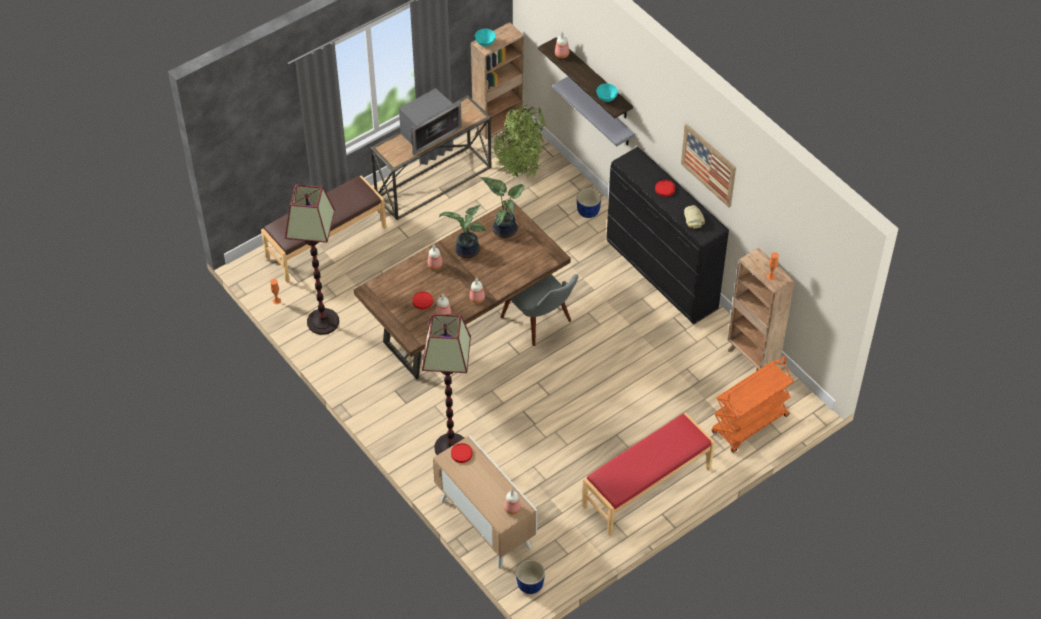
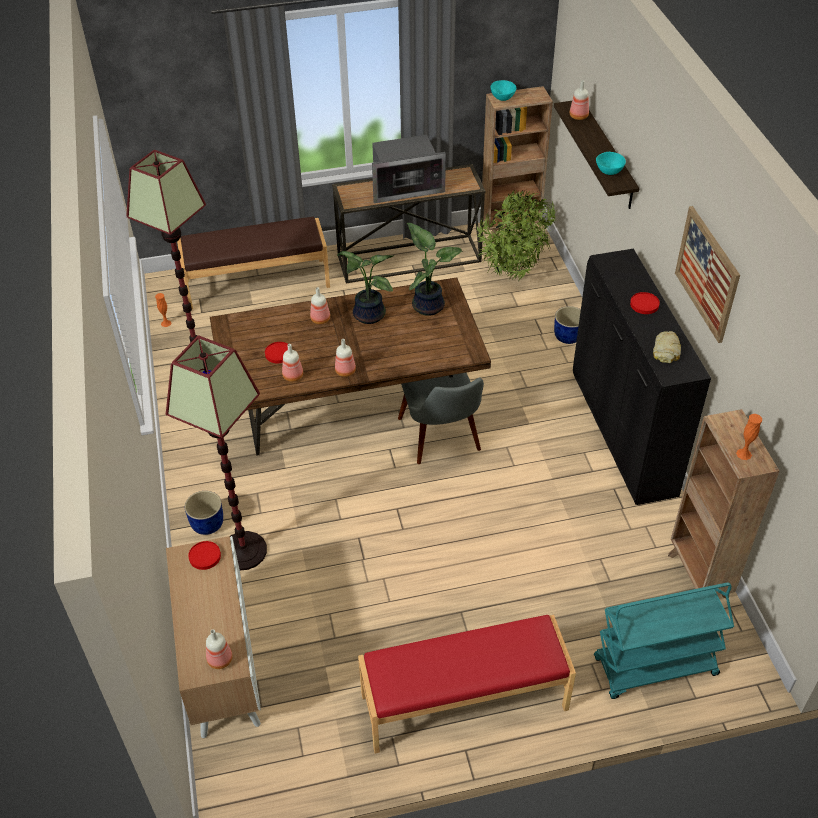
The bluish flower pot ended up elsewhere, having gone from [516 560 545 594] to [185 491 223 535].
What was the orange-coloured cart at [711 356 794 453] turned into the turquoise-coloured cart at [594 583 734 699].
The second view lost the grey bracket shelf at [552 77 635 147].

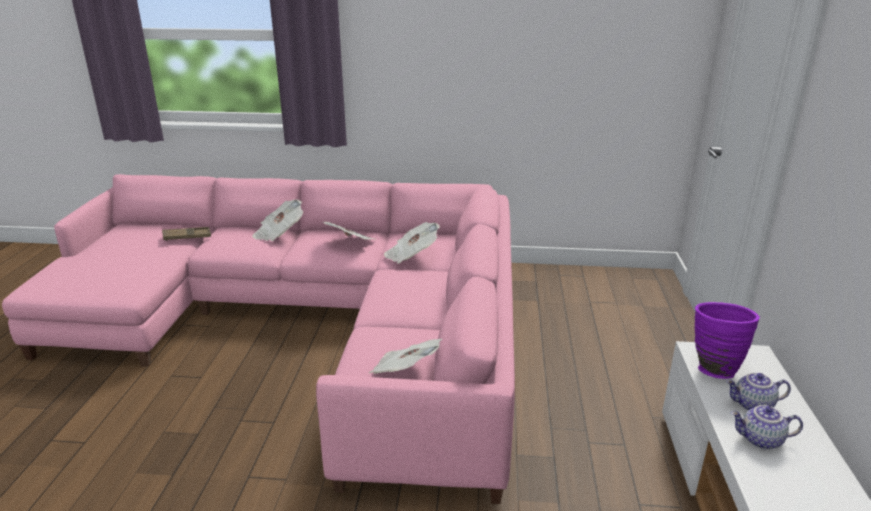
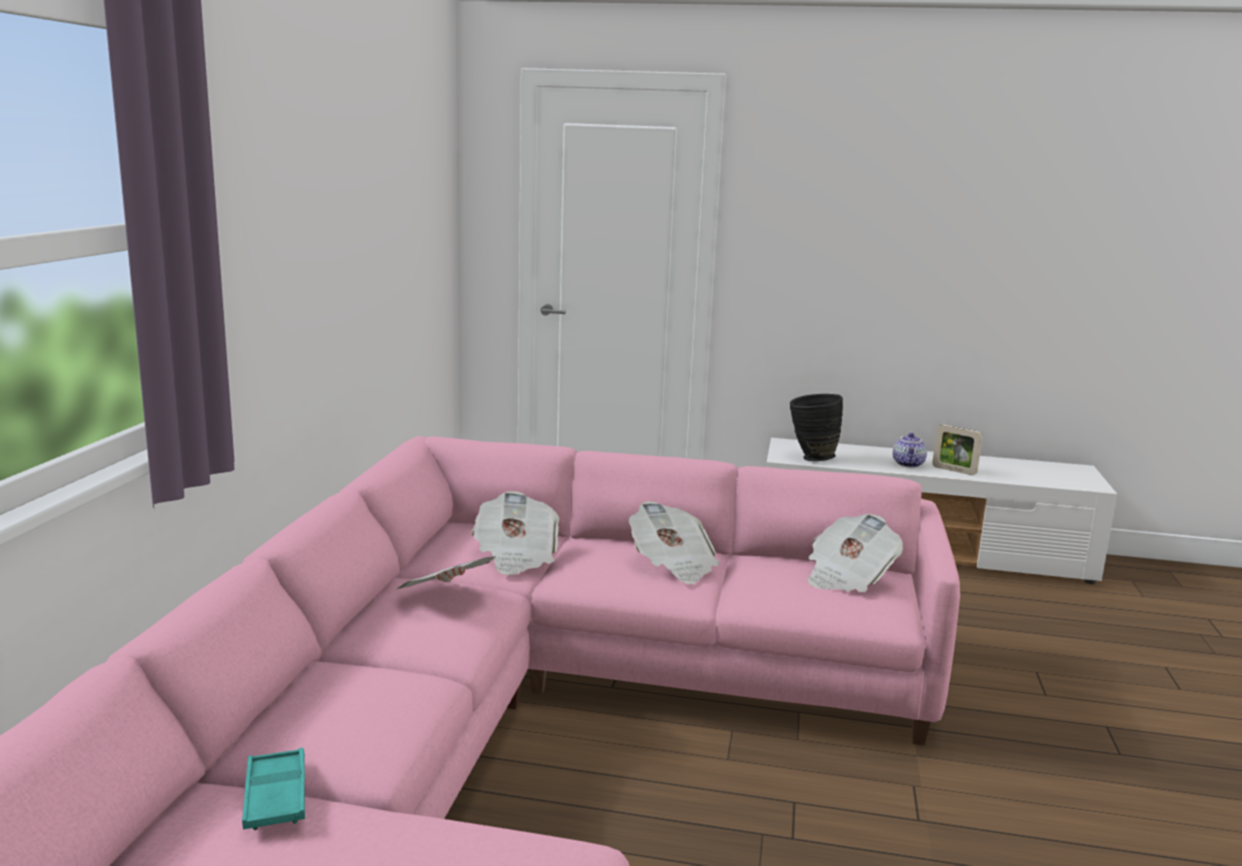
What was the brown tray at [162 227 211 241] turned into the turquoise-coloured tray at [242 748 305 830].
The newspaper ended up elsewhere, having gone from [252 199 303 241] to [629 501 720 585].
What was the purplish decorative vase at [695 302 760 379] turned into the blackish decorative vase at [790 394 843 462].
The second view gained the photo frame at [932 424 983 475].
The second view lost the tea pot at [726 373 791 411].

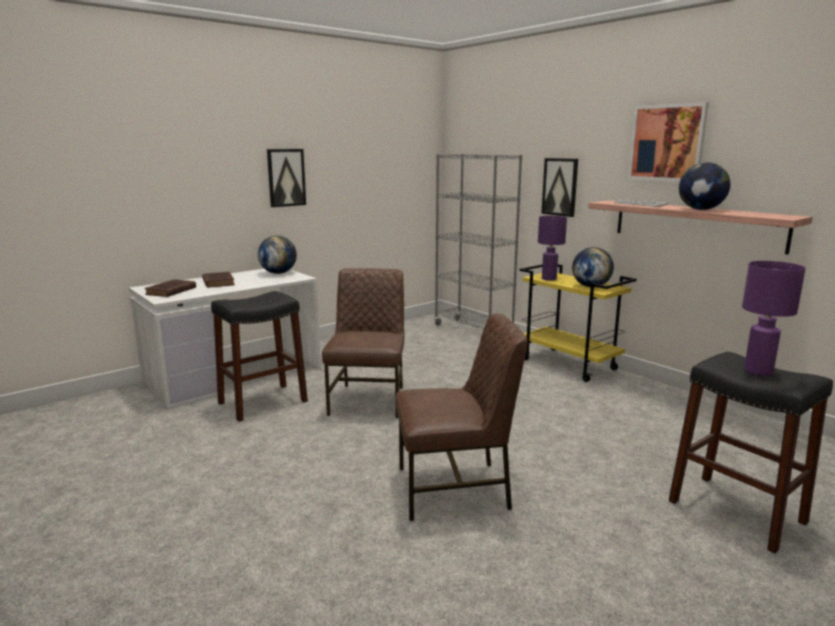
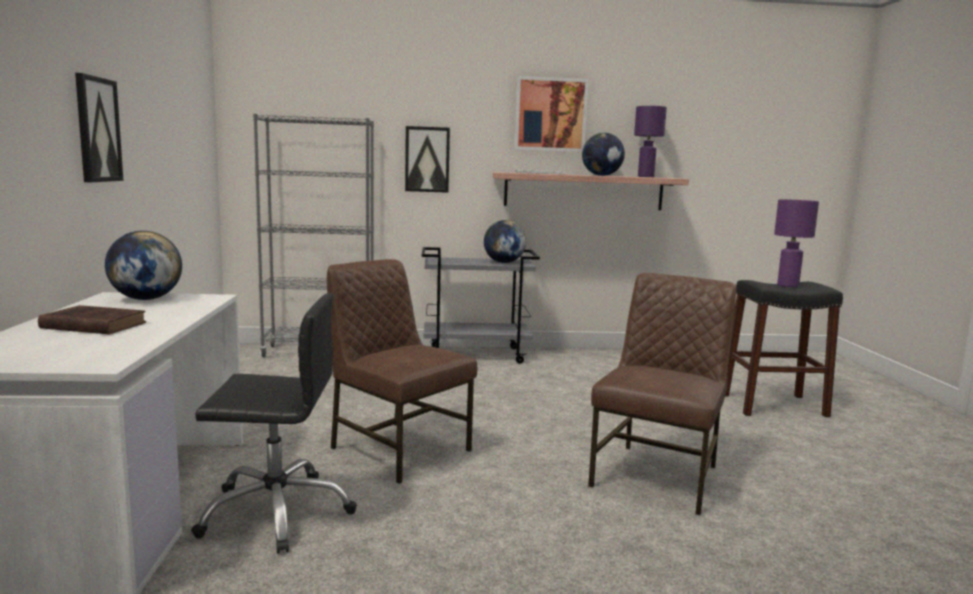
Where the blackish stool stood at [211 291 308 422], the blackish desk chair came to stand at [191 293 357 554].
What was the yellow-coloured cart at [519 264 637 382] turned into the grey cart at [422 247 540 364].
The purplish lamp for a table ended up elsewhere, having gone from [538 216 567 281] to [634 106 667 177].
The second view lost the brown book at [144 279 196 297].

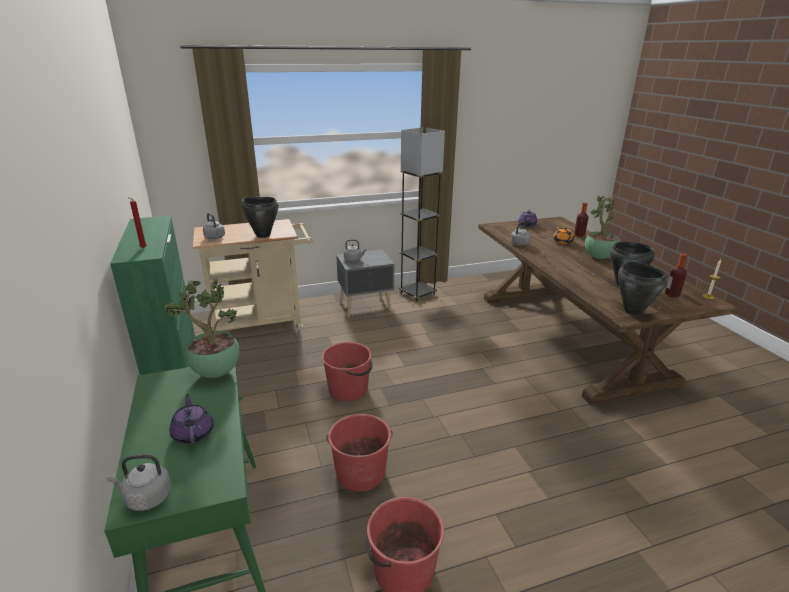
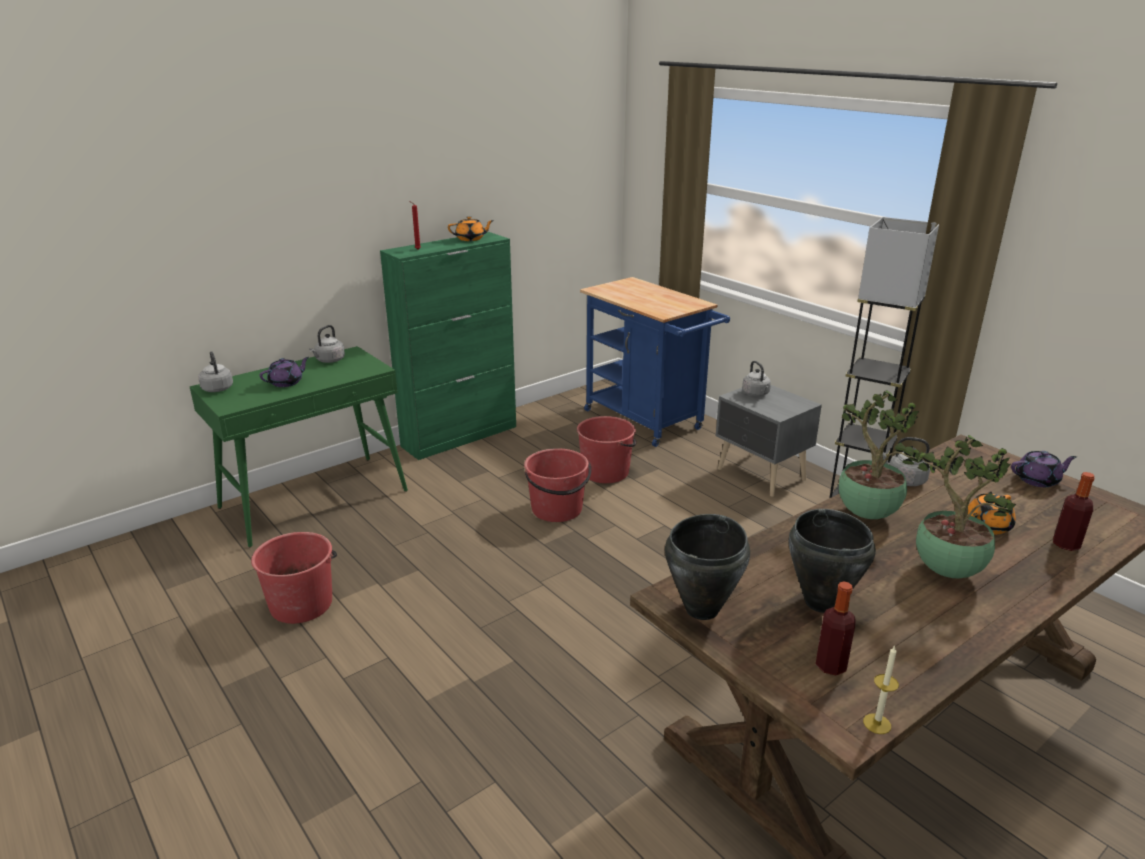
The grey tea kettle ended up elsewhere, having gone from [203 213 225 239] to [309 325 345 363].
The second view gained the orange-coloured tea pot at [448 216 494 241].
The red-coloured pail ended up elsewhere, having gone from [326 414 393 492] to [577 416 637 483].
What was the sand-coloured cart at [193 219 312 331] turned into the bluish cart at [580 277 730 447].
The potted plant ended up elsewhere, having gone from [164 279 239 378] to [839 390 921 519].
The second view lost the blackish cooking pot at [241 197 279 238].

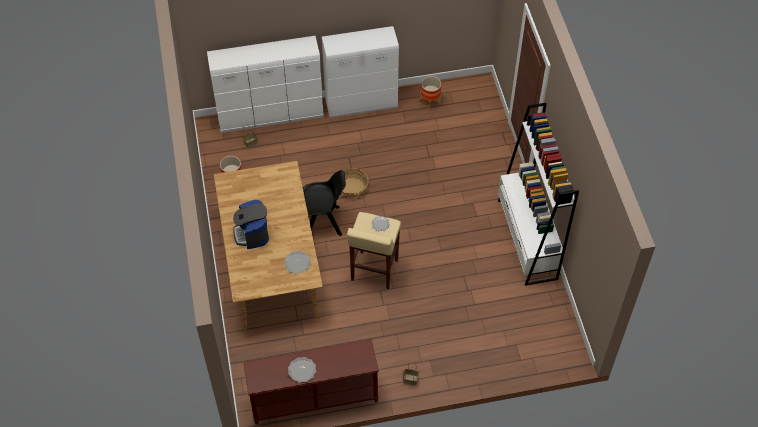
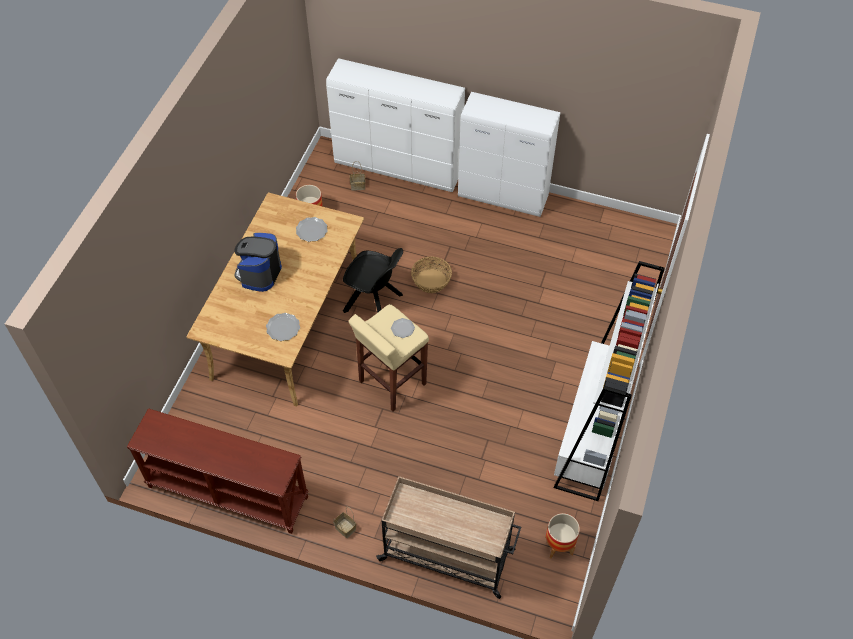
The plate ended up elsewhere, having gone from [288 357 316 383] to [296 217 328 242].
The second view gained the sand-coloured cart at [376 476 521 599].
The flower pot ended up elsewhere, having gone from [420 76 441 111] to [545 513 580 559].

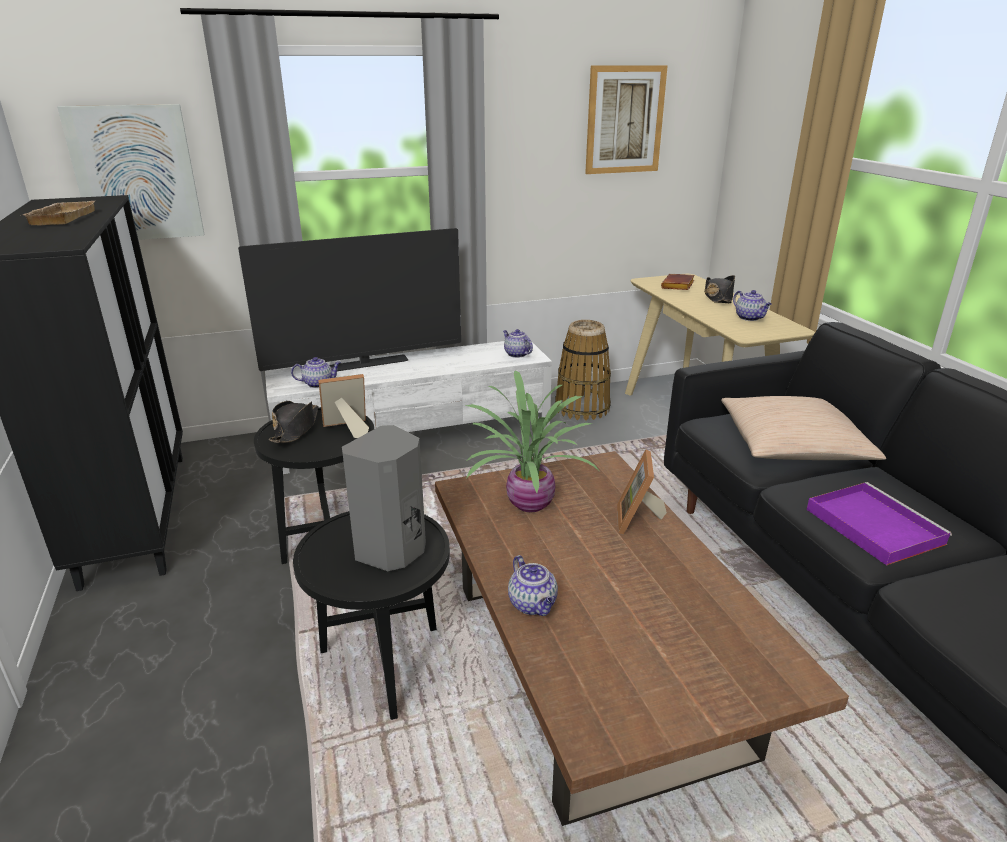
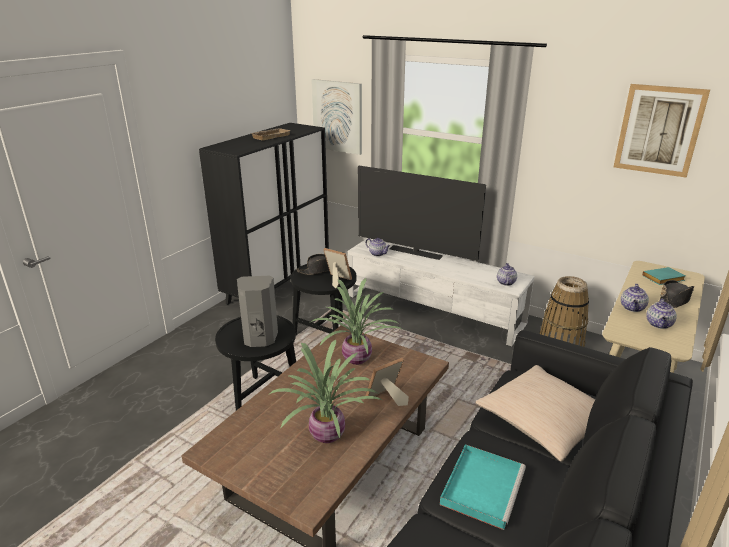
The second view gained the potted plant at [270 340 382 443].
What was the purplish tray at [807 482 952 565] turned into the turquoise-coloured tray at [440 444 526 530].
The tea pot ended up elsewhere, having gone from [508 555 558 616] to [621 284 649 312].
What was the brown book at [661 274 695 290] turned into the turquoise-coloured book at [642 267 686 285].

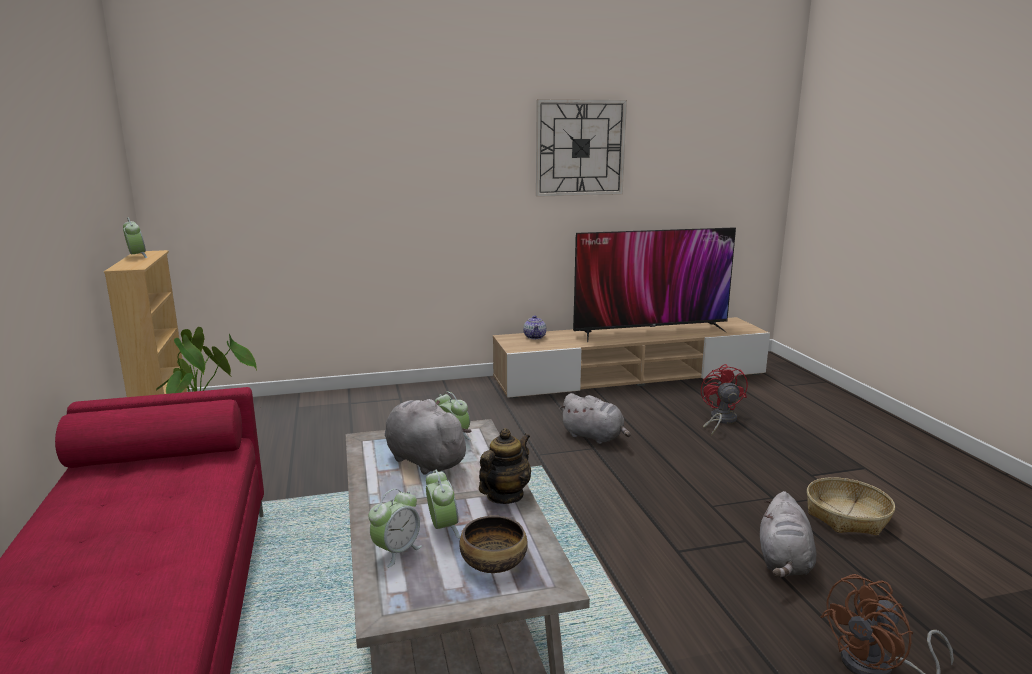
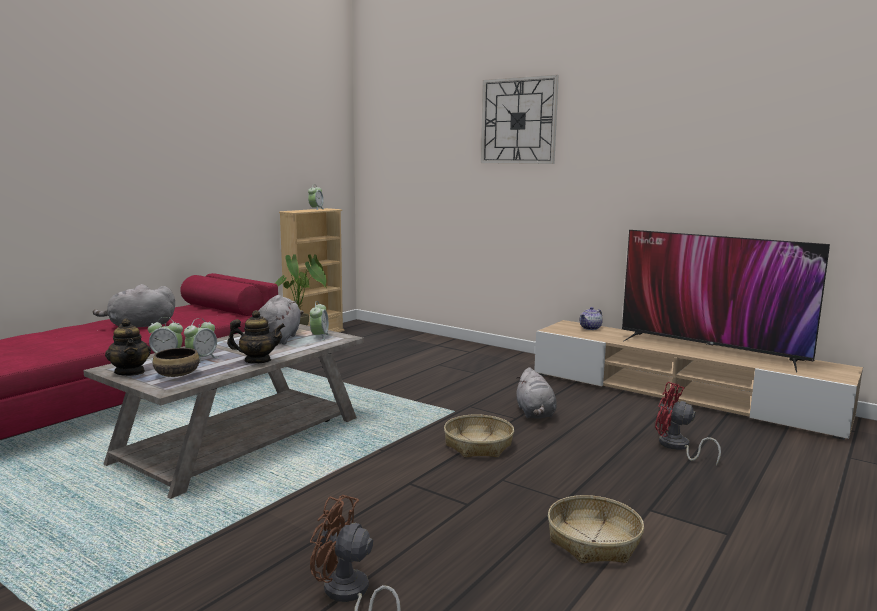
The grey cuddly toy ended up elsewhere, having gone from [760 491 816 578] to [93 284 175 328].
The second view gained the tea pot at [105 318 151 376].
The second view gained the household basket at [444 414 514 457].
The wall clock ended up elsewhere, having gone from [536 99 627 197] to [481 75 559 164].
The red-coloured cooling fan at [701 364 748 436] ended up facing another way, 105 degrees counterclockwise from before.

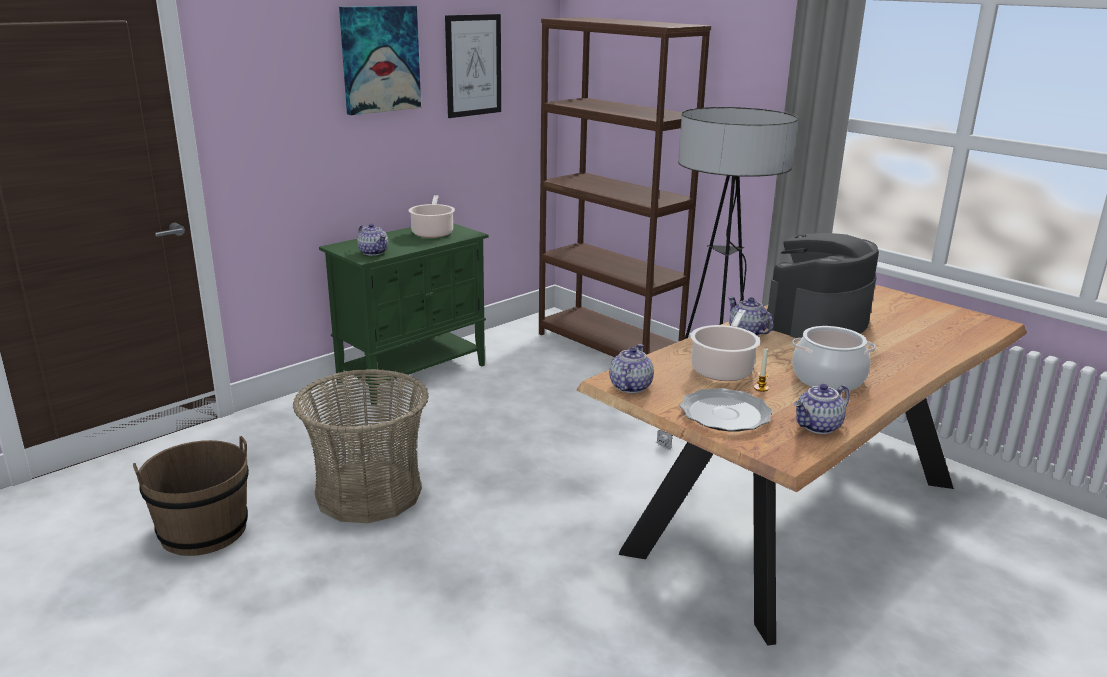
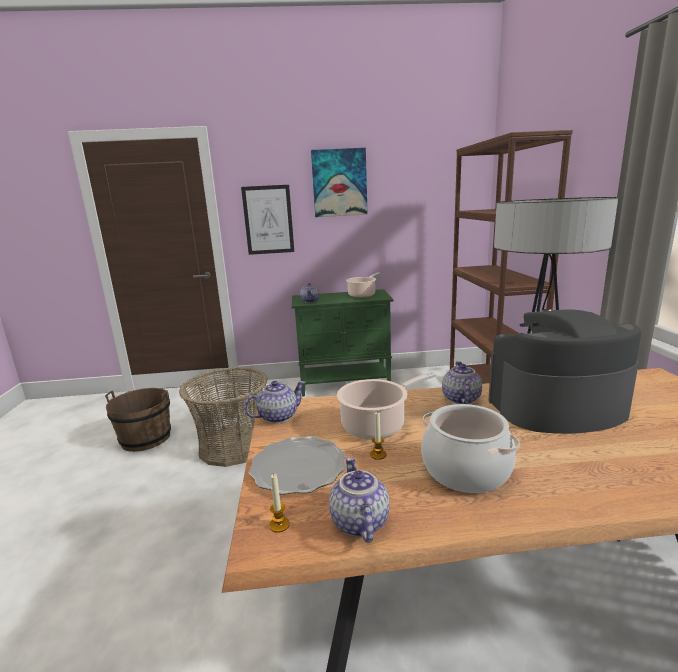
The wall art ended up elsewhere, having gone from [445 14 501 118] to [241 185 294 255].
The second view gained the wax light at [269 474 290 533].
The tea pot at [794 384 850 434] ended up facing another way, 75 degrees clockwise from before.

